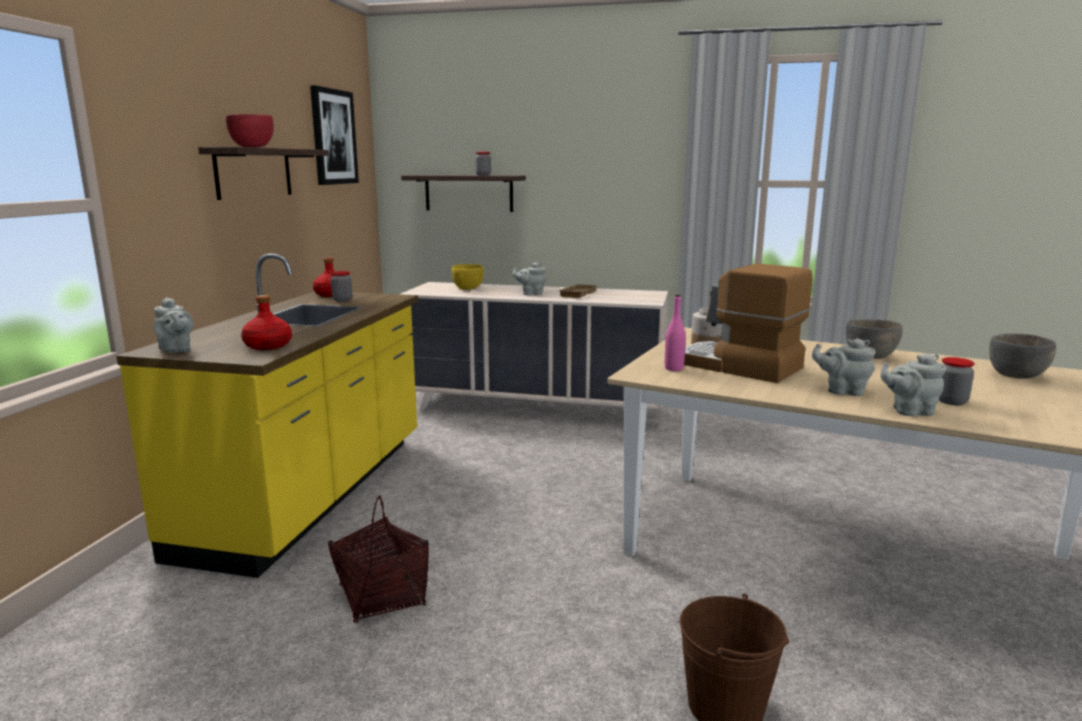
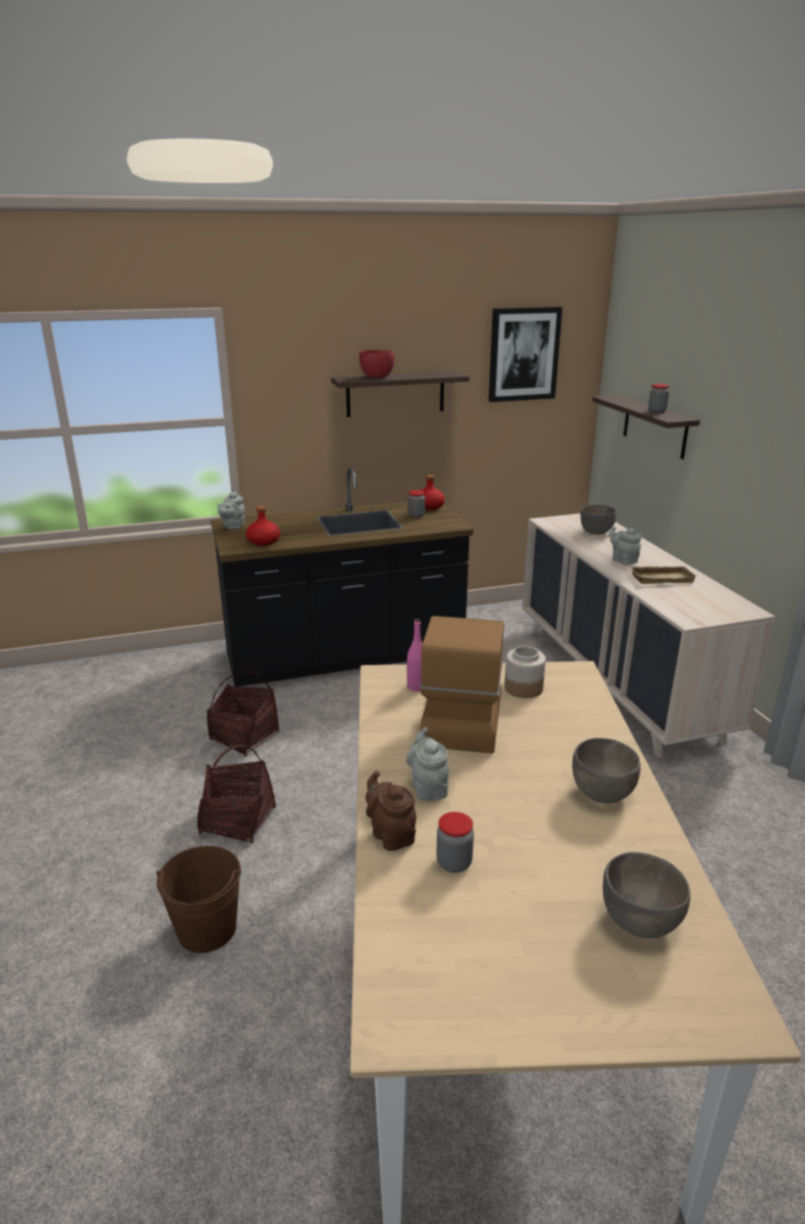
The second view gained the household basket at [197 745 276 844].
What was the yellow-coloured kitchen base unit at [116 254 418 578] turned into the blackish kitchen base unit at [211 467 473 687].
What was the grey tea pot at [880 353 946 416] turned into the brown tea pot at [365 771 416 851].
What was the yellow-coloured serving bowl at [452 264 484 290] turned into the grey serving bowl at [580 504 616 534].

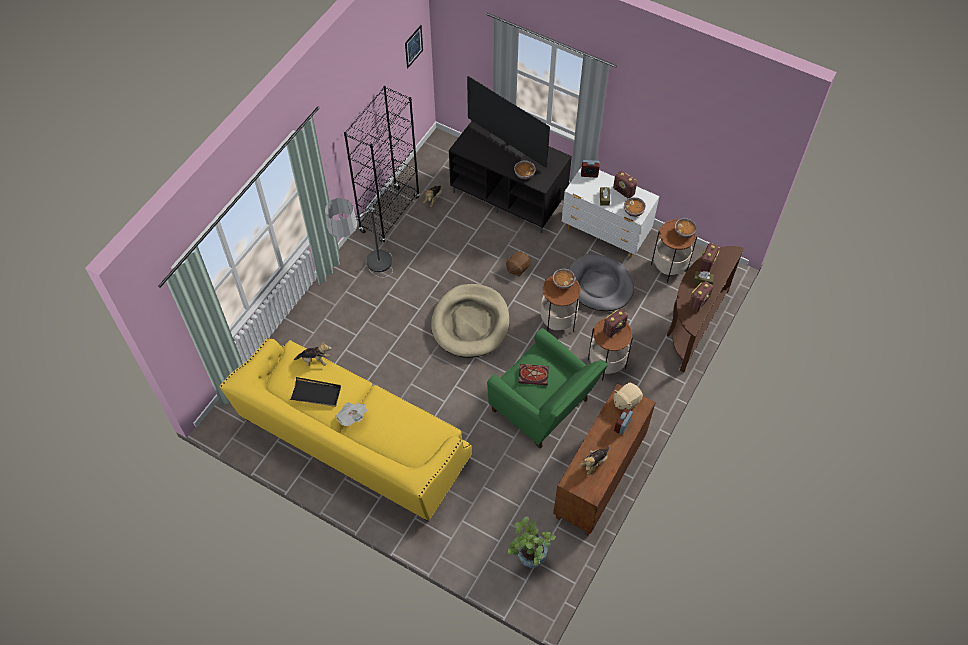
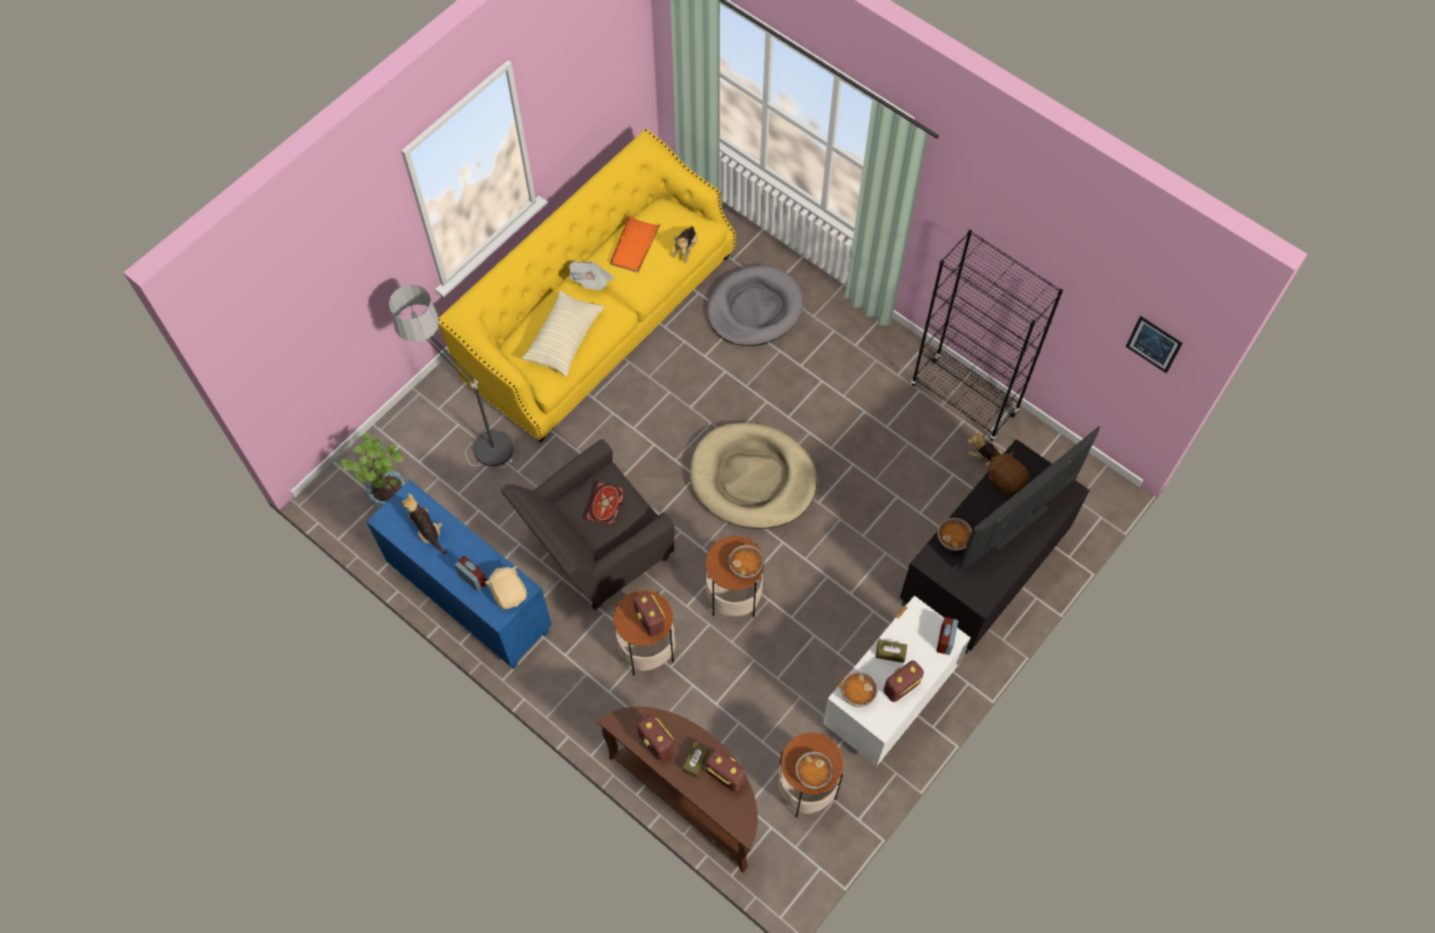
What was the brown cabinet at [553 383 656 536] turned into the bluish cabinet at [366 480 552 669].
The standard lamp ended up elsewhere, having gone from [325 198 393 278] to [389 285 513 467].
What was the greenish easy chair at [487 328 608 449] turned into the grey easy chair at [501 439 675 610].
The second view gained the sand-coloured cushion at [522 290 604 377].
What was the blackish tray at [290 377 341 407] turned into the orange-coloured tray at [610 215 661 273].
The grey pet bed ended up elsewhere, having gone from [568 254 634 311] to [707 265 803 346].
The brown cuddly toy ended up elsewhere, having gone from [506 251 530 277] to [988 451 1029 494].

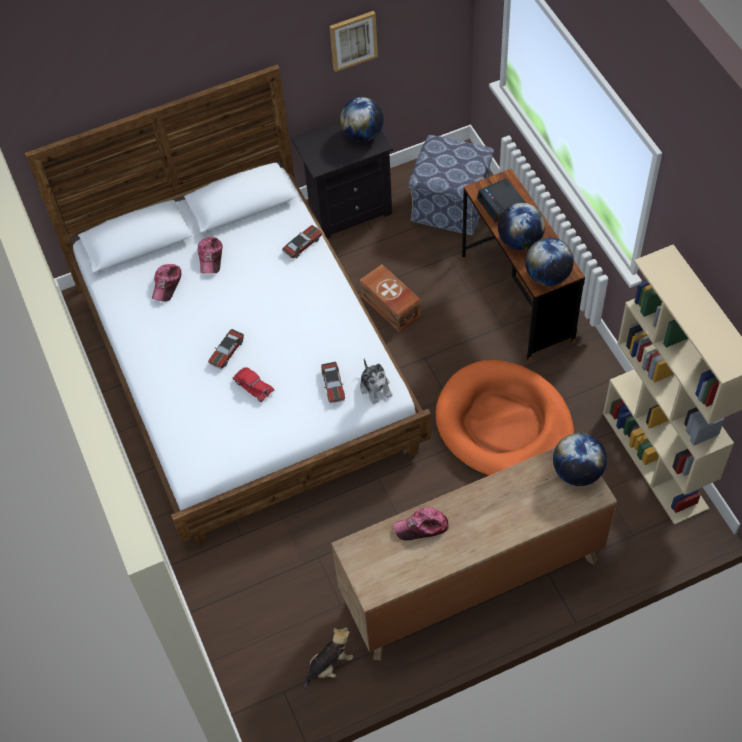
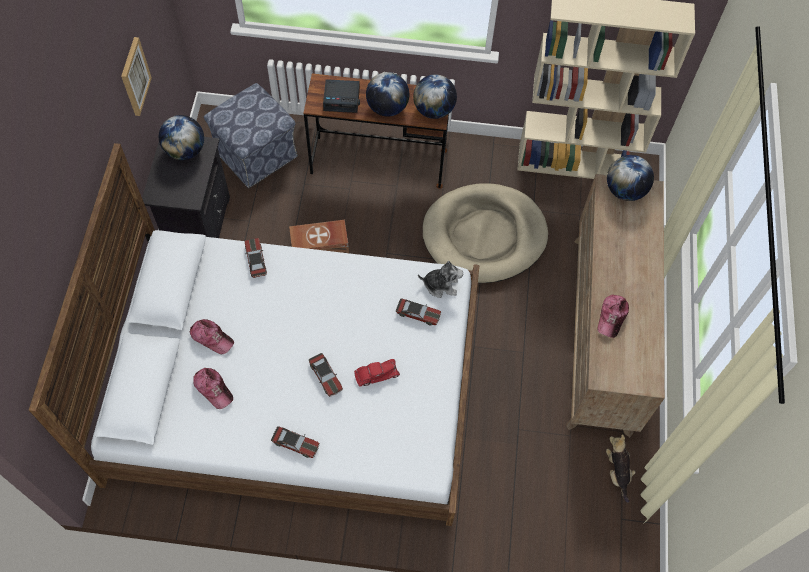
The second view gained the miniature car at [271 426 320 458].
What was the orange-coloured pet bed at [436 360 574 476] turned into the sand-coloured pet bed at [423 183 548 283].

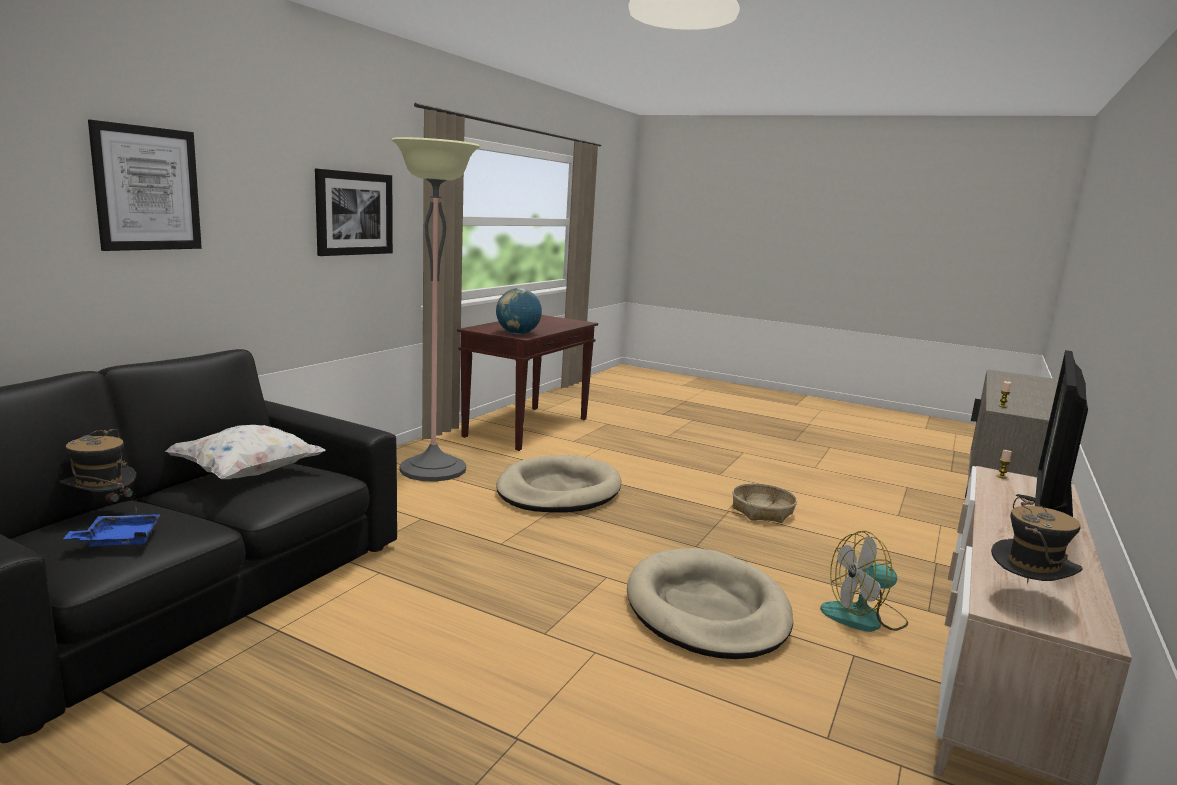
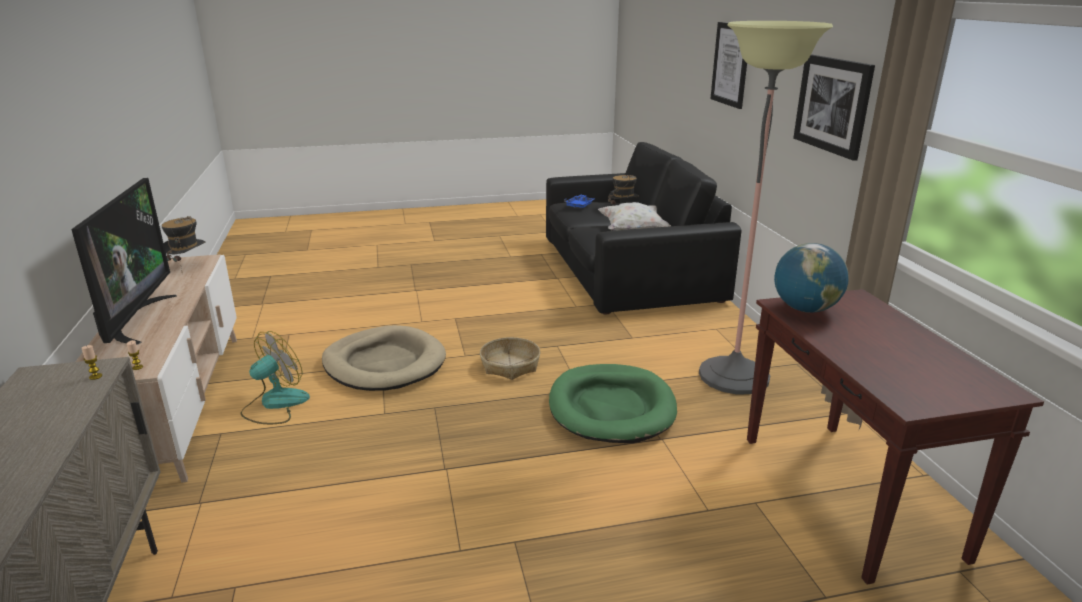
The household basket ended up elsewhere, having gone from [732 483 797 523] to [480 337 540 380].
What was the sand-coloured pet bed at [496 455 621 513] turned into the greenish pet bed at [549 364 677 443].

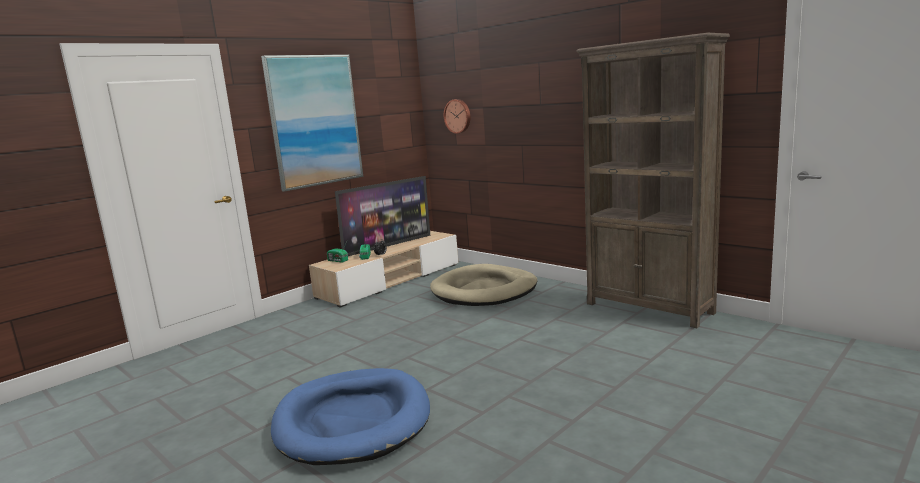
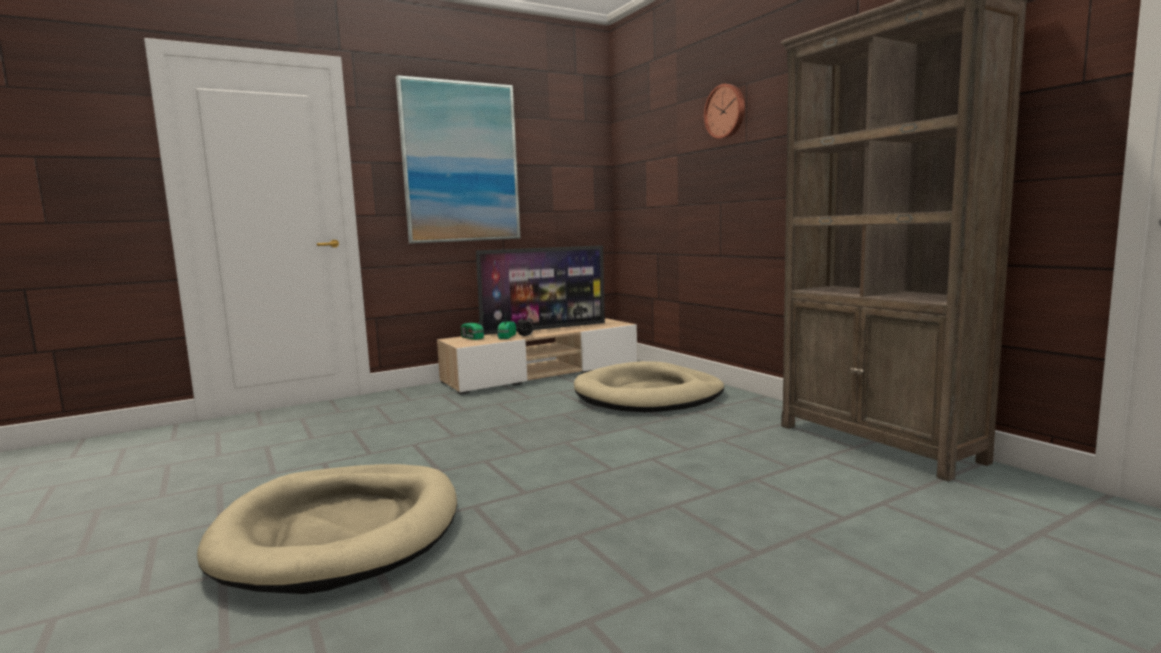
What was the bluish pet bed at [271 368 430 465] turned into the sand-coloured pet bed at [197 464 457 594].
The wall clock ended up elsewhere, having gone from [444 99 470 134] to [704 84 745 139].

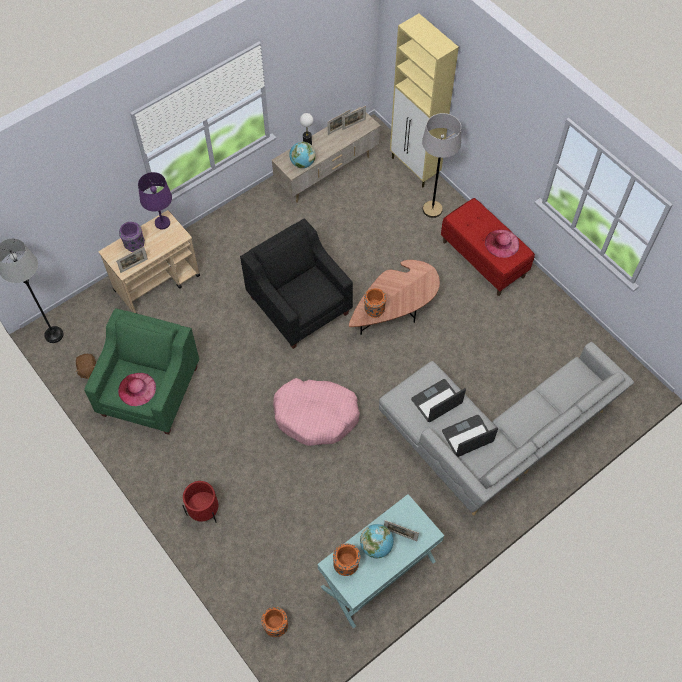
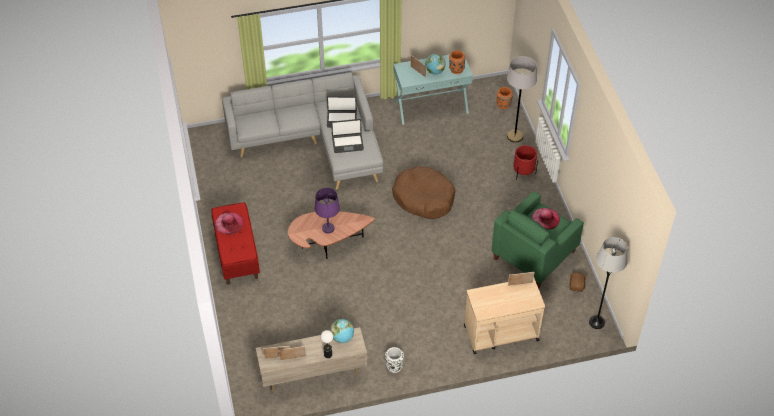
The purplish lamp for a table ended up elsewhere, having gone from [138 172 172 229] to [315 188 340 233].
The second view gained the white decorative vase at [385 347 404 373].
What was the pinkish pet bed at [273 378 360 446] turned into the brown pet bed at [392 166 455 219].
The grey standard lamp ended up elsewhere, having gone from [422 113 461 218] to [507 56 537 143].
The second view lost the purplish decorative vase at [119 222 145 252].
The second view lost the blackish easy chair at [240 219 353 349].
The second view lost the orange-coloured decorative vase at [364 288 386 318].
The second view lost the sand-coloured cabinet at [390 14 459 187].

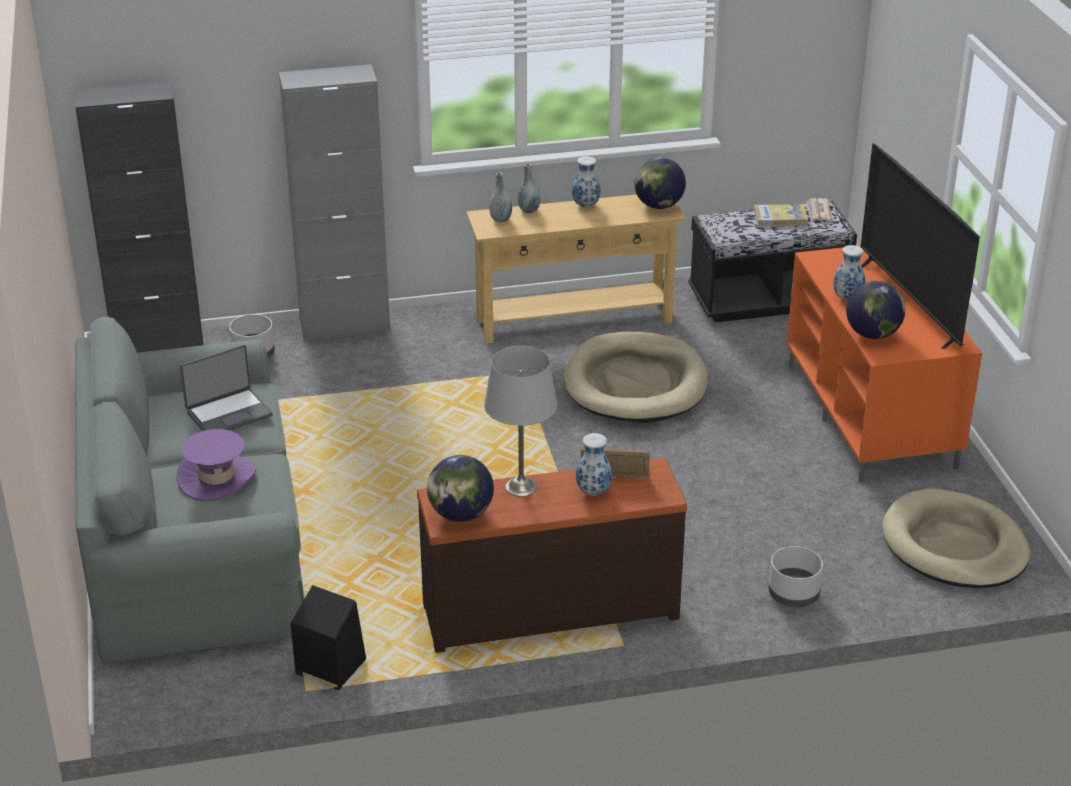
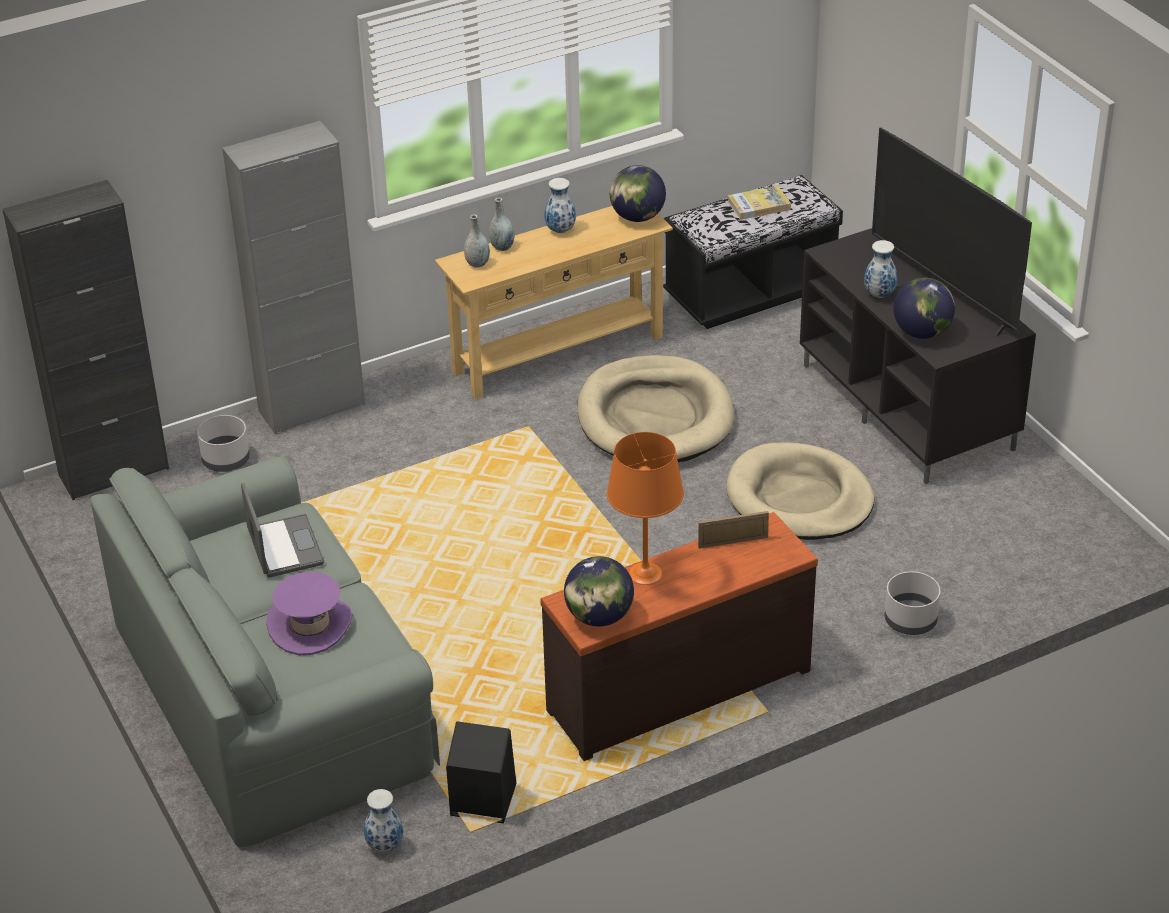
The portable computer at [180 344 273 431] ended up facing another way, 60 degrees counterclockwise from before.
The decorative vase ended up elsewhere, having gone from [576 433 612 496] to [364 789 403 852].
What was the grey lamp for a table at [484 346 557 497] turned into the orange-coloured lamp for a table at [607 432 684 585].
The sand-coloured pet bed ended up elsewhere, having gone from [883 488 1030 588] to [726 442 875 540].
What was the orange-coloured tv unit at [787 245 982 482] turned into the blackish tv unit at [800 228 1036 484].
The second view lost the newspaper at [806 198 831 221].

